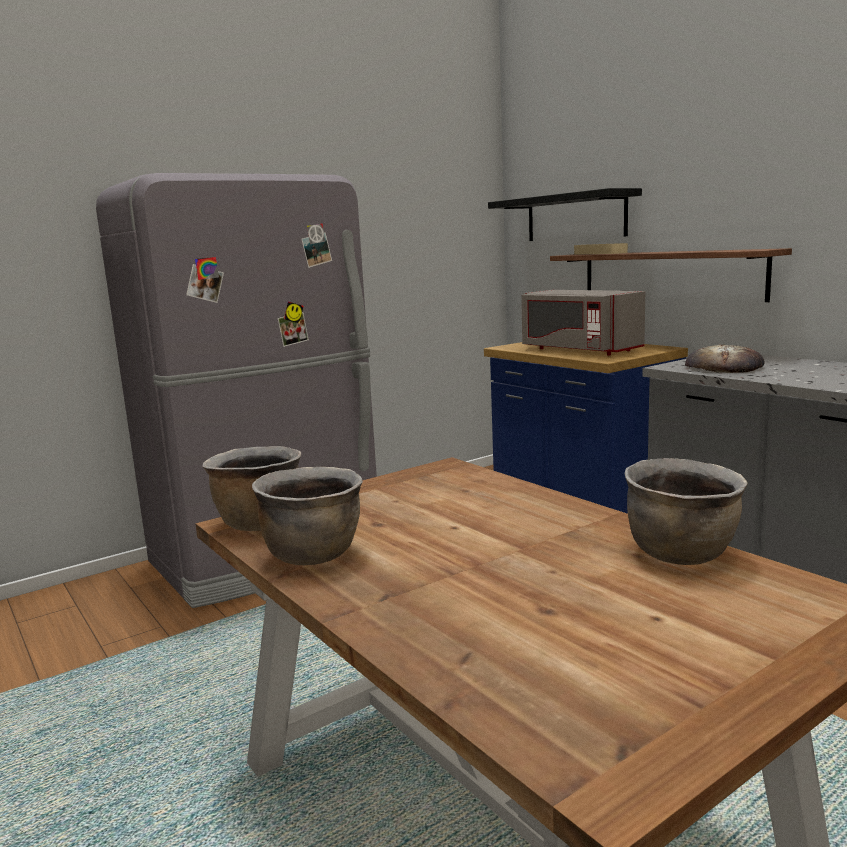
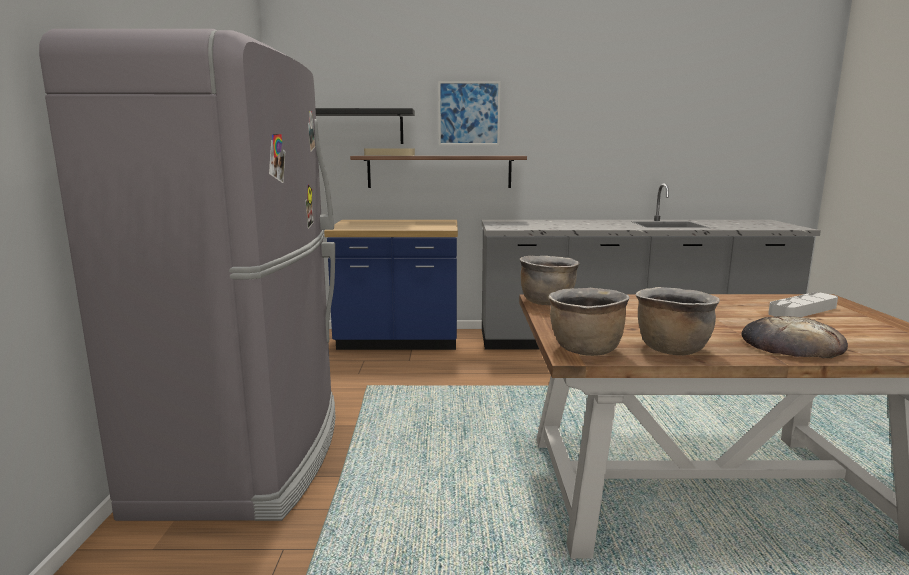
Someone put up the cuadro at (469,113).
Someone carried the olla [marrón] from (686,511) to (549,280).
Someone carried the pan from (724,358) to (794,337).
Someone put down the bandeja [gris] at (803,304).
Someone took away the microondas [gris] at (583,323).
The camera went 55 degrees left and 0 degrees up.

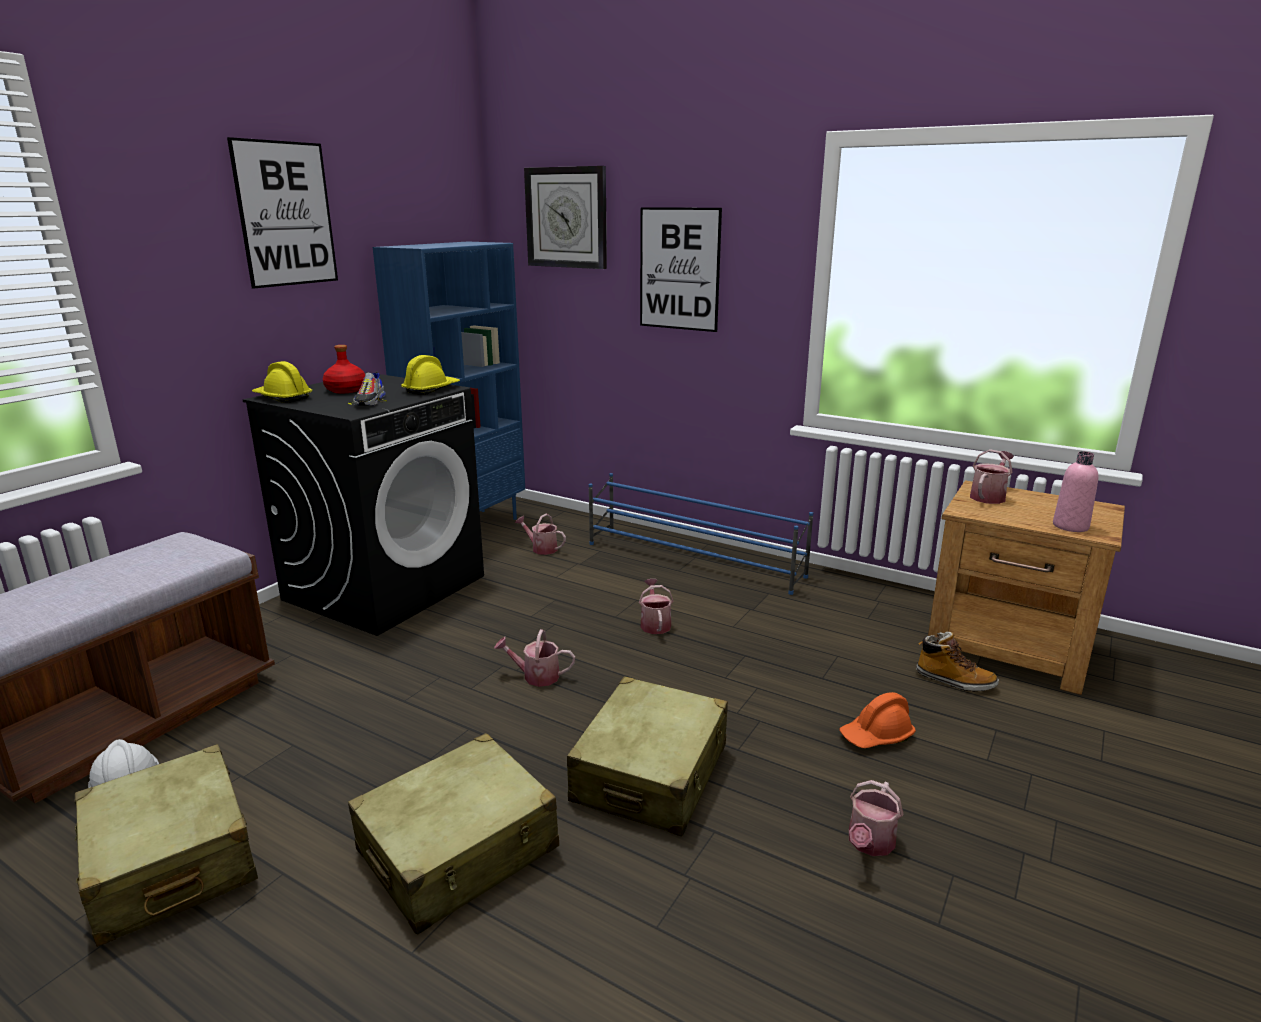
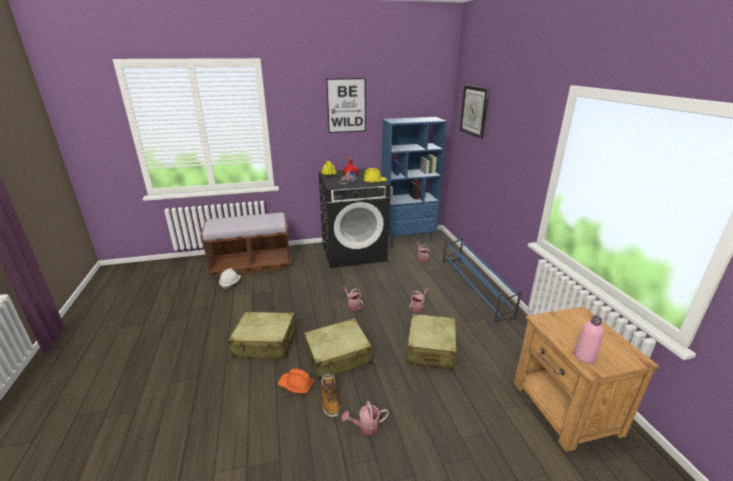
Someone carried the casco [naranja] from (878,720) to (296,382).
Someone carried the bota from (957,662) to (331,395).
Someone carried the maleta [beis] from (166,845) to (431,342).
Someone took away the cuadro at (681,269).
Someone took away the regadera at (992,476).
The camera went 45 degrees right and 5 degrees up.

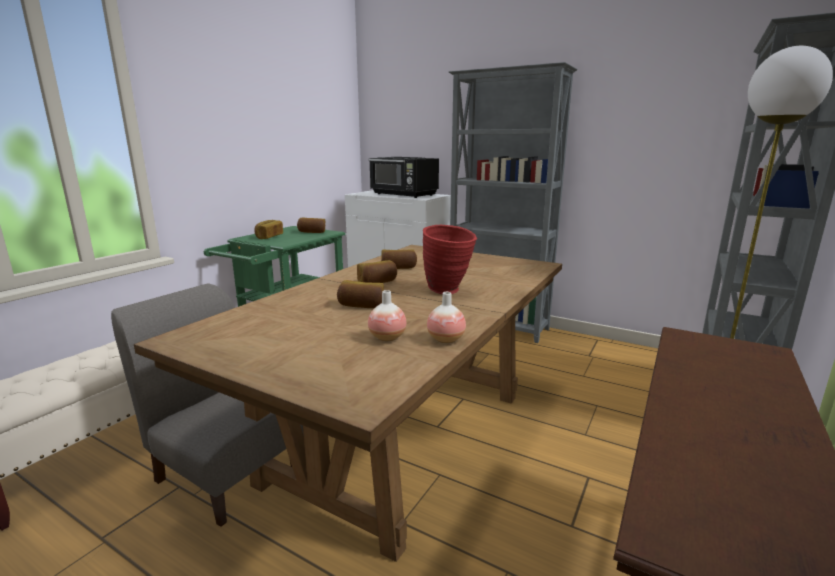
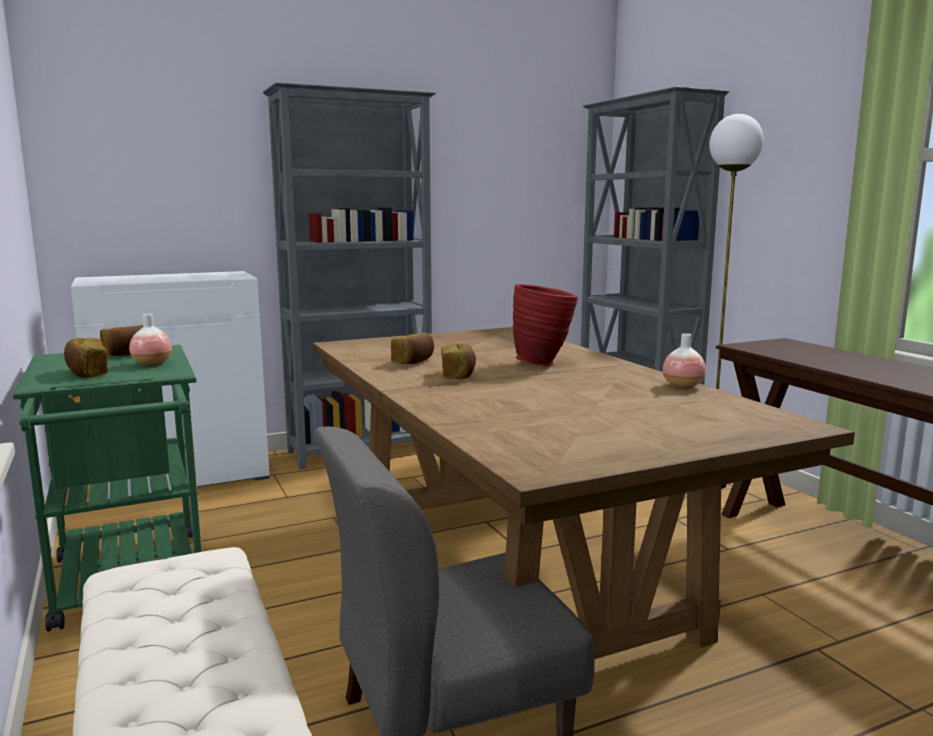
Someone carried the florero from (387,316) to (150,340).
Someone took away the pan at (360,294).
Someone took away the microondas [negro] at (404,177).
The camera went 55 degrees left and 5 degrees down.

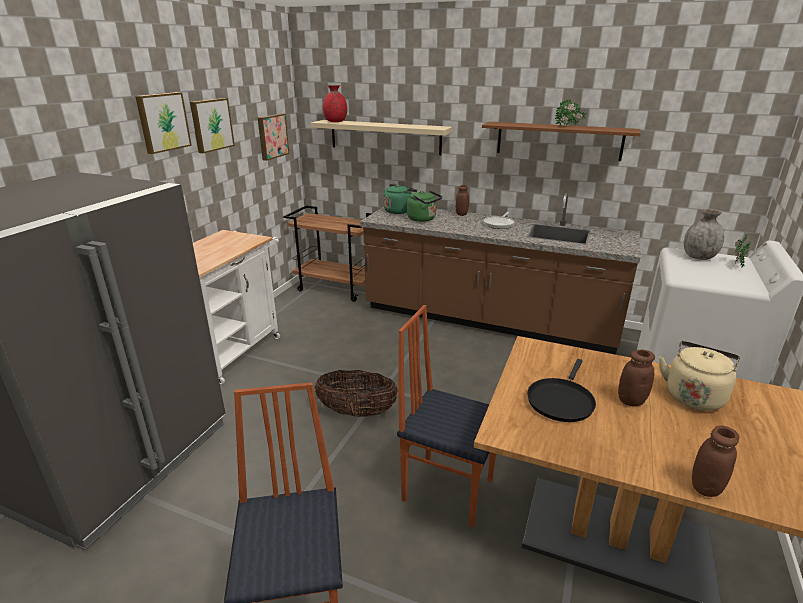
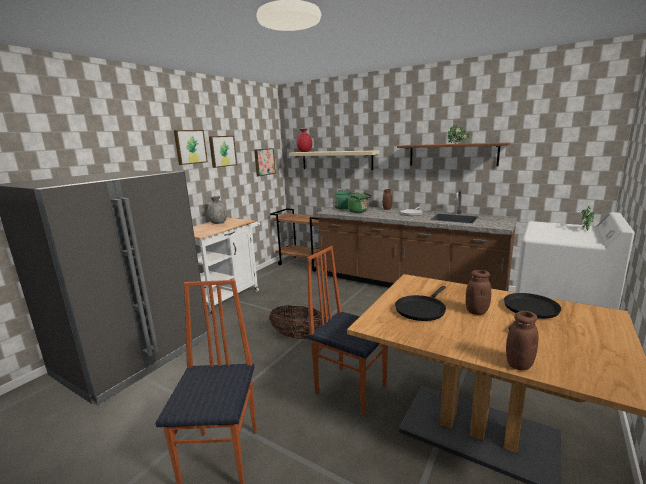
Someone carried the florero [gris] from (704,234) to (217,210).
Someone swapped the hervidor [beis] at (699,376) for the sartén [negro] at (532,311).
The camera went 10 degrees right and 10 degrees down.

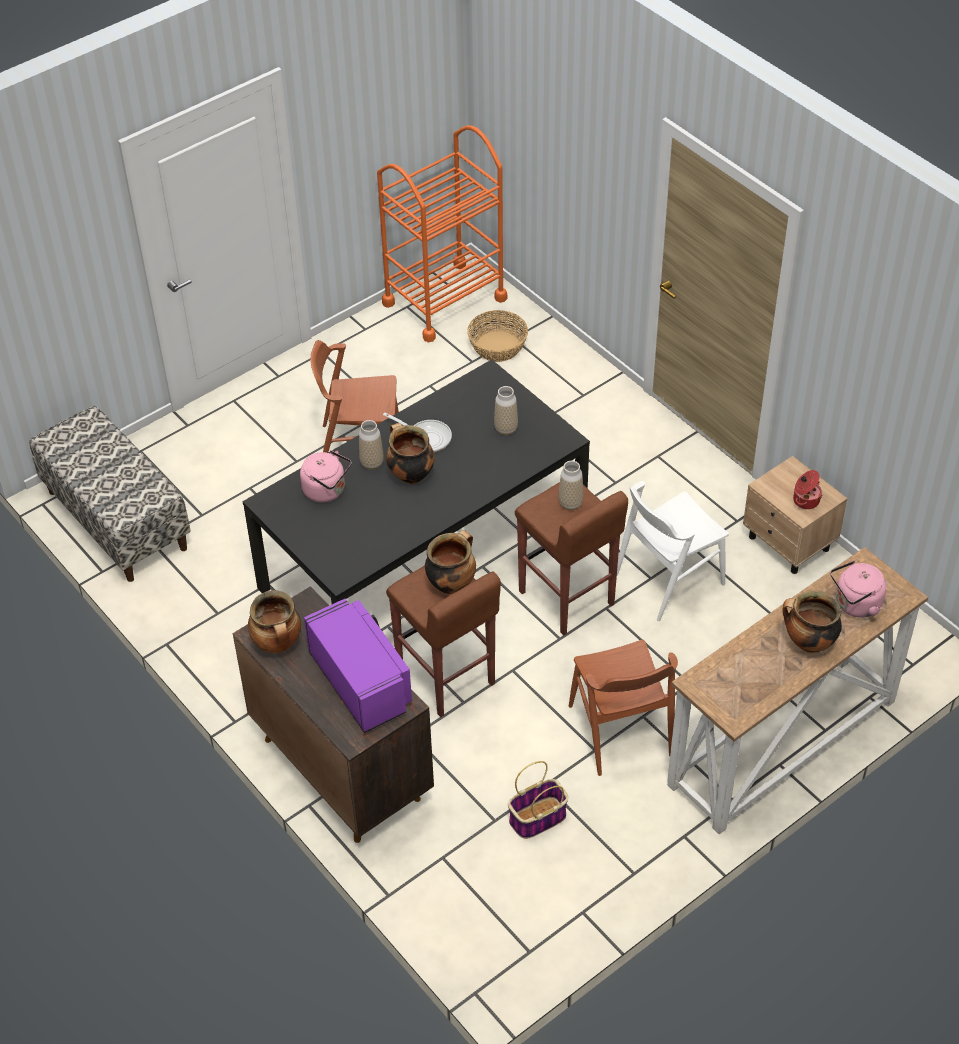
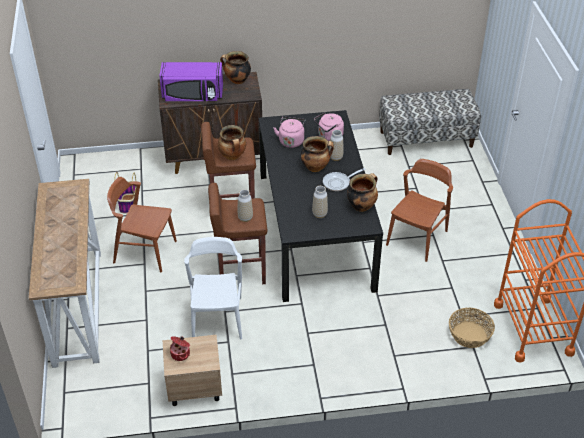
Someone carried the hervidor [rosa] from (858,589) to (290,132).
Someone carried the olla from (812,621) to (362,192).
The camera went 120 degrees right and 5 degrees down.

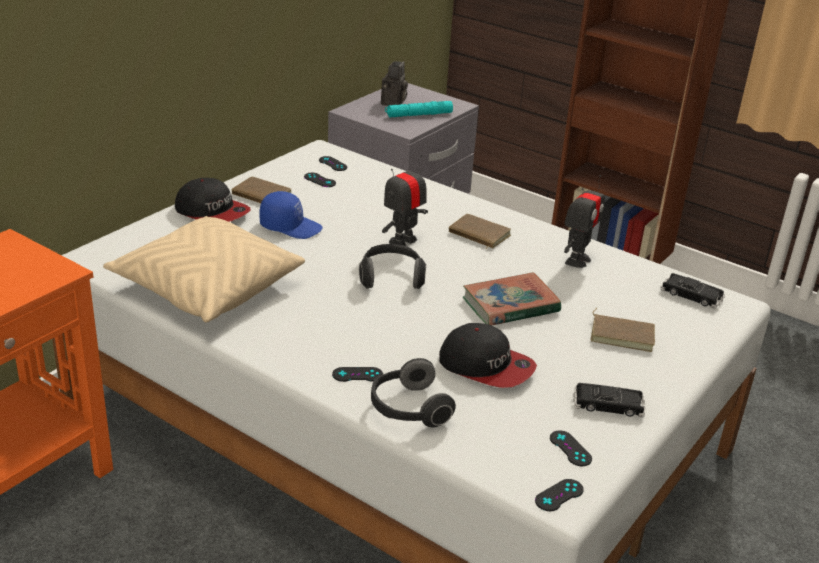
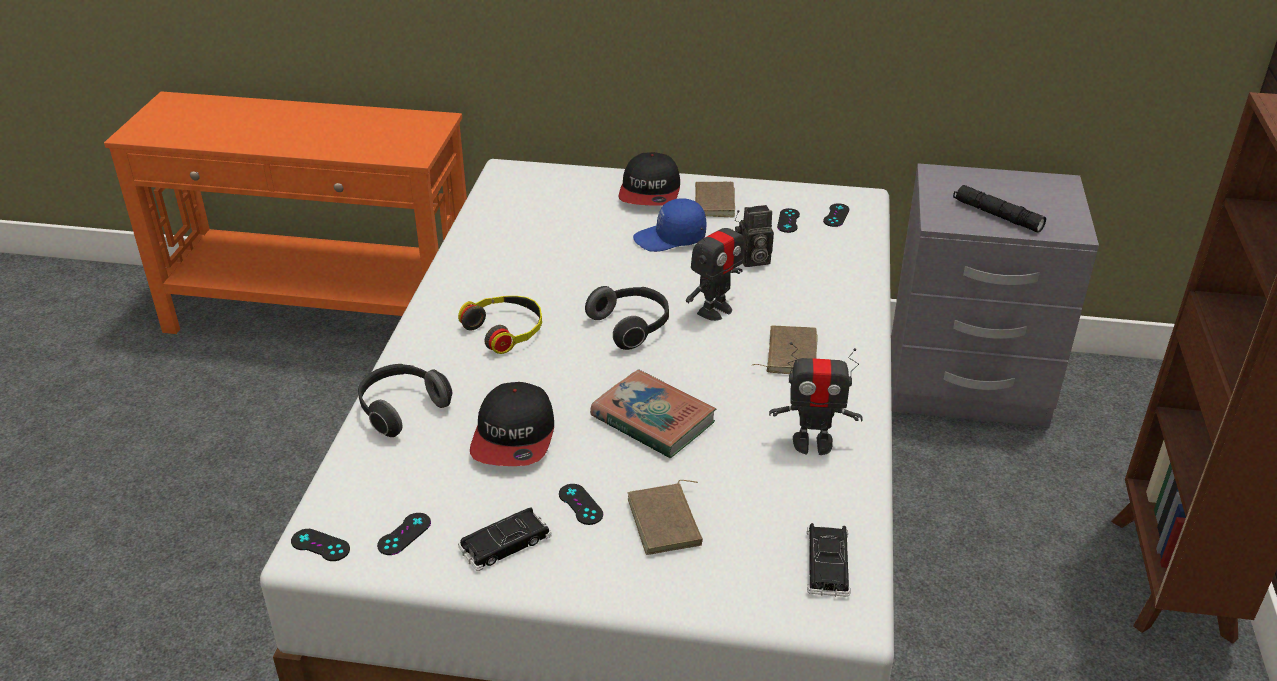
Someone put down the auriculares at (500,325).
Someone rotated the coche de juguete [negro] at (609,400) by 75 degrees clockwise.
Someone carried the mando de consola [negro] from (357,374) to (581,504).
Someone rotated the gorra [azul] at (291,215) by 90 degrees clockwise.
Someone rotated the robot de juguete at (405,200) by 120 degrees clockwise.
Someone carried the cámara from (394,83) to (754,236).
Someone repainted the linterna [turquesa] at (419,109), which became the linterna [negro] at (999,209).
Someone took away the cojín [beis] at (204,269).
The camera went 65 degrees right and 5 degrees up.

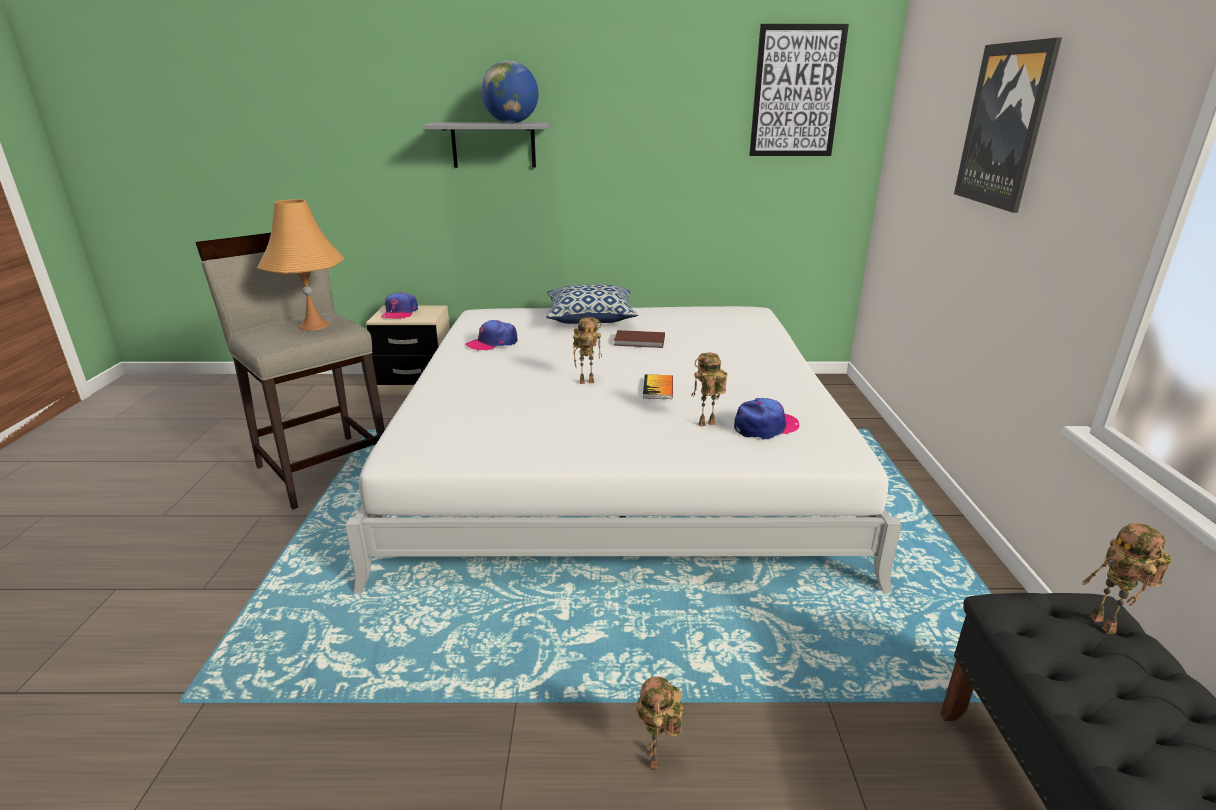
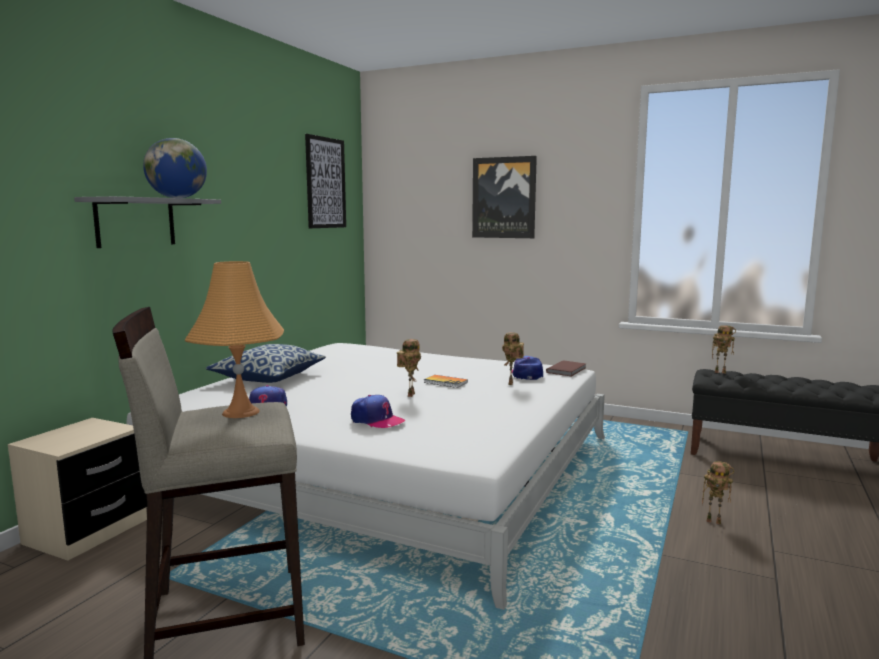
Someone carried the gorra from (399,305) to (378,411).
Someone carried the libro [marrón] from (639,339) to (566,368).
The camera went 65 degrees left and 15 degrees down.

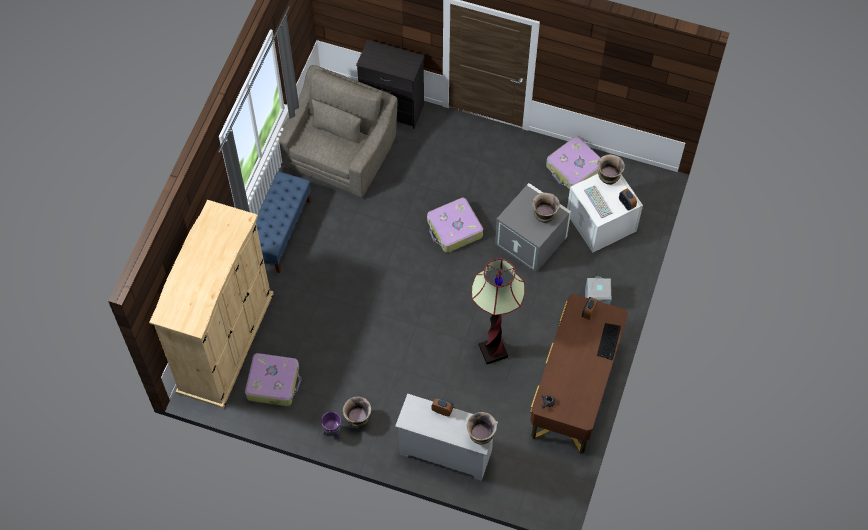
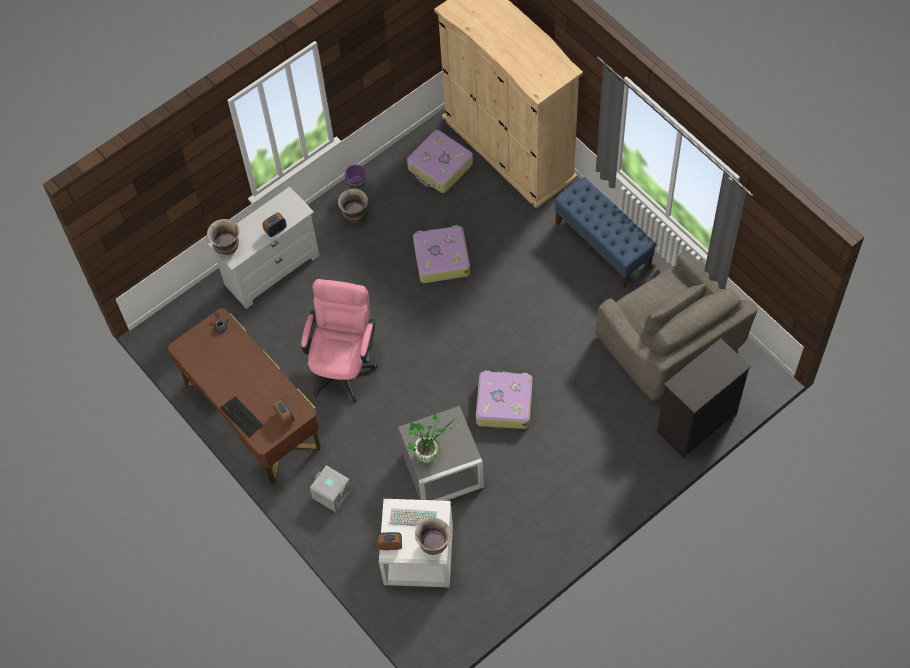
Someone swapped the lámpara de pie at (498,311) for the silla de oficina [rosa] at (339,341).
Someone swapped the florero at (546,208) for the planta en maceta at (432,440).
Someone carried the maleta from (573,162) to (441,254).
The camera went 125 degrees right and 0 degrees up.

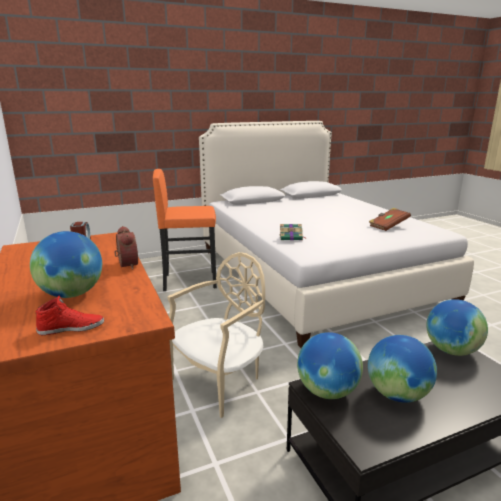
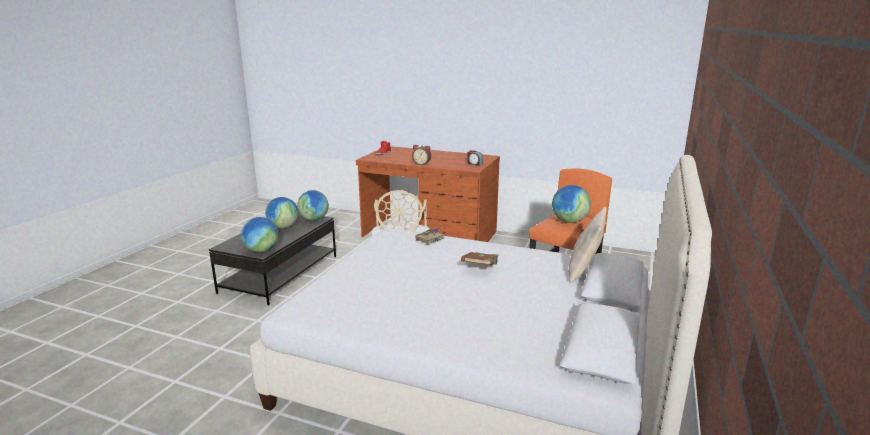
Someone carried the libro [marrón] from (390,219) to (480,259).
Someone carried the globo terráqueo from (66,264) to (571,204).
Someone put down the cojín [beis] at (588,244).
The camera went 135 degrees right and 0 degrees up.

